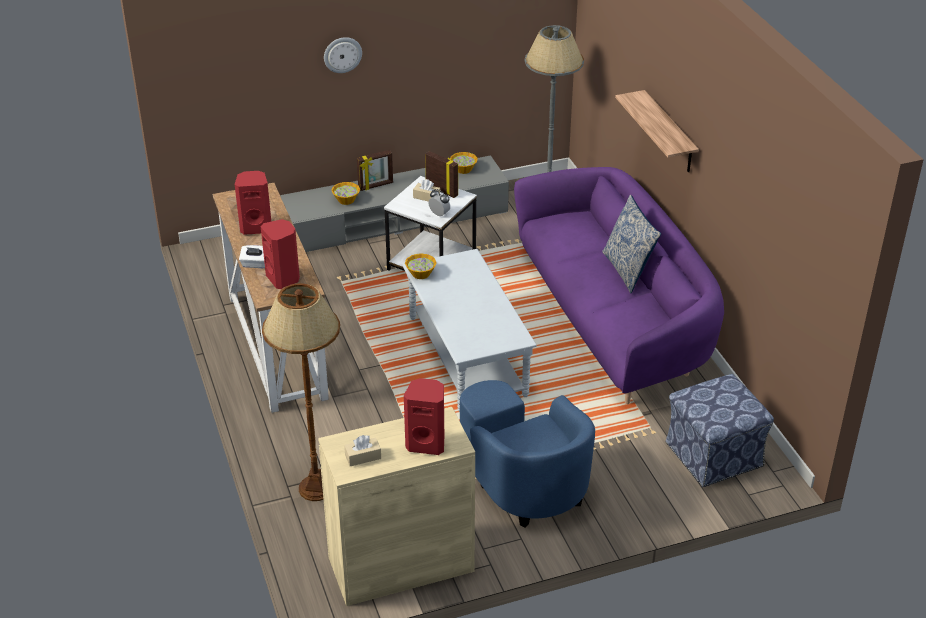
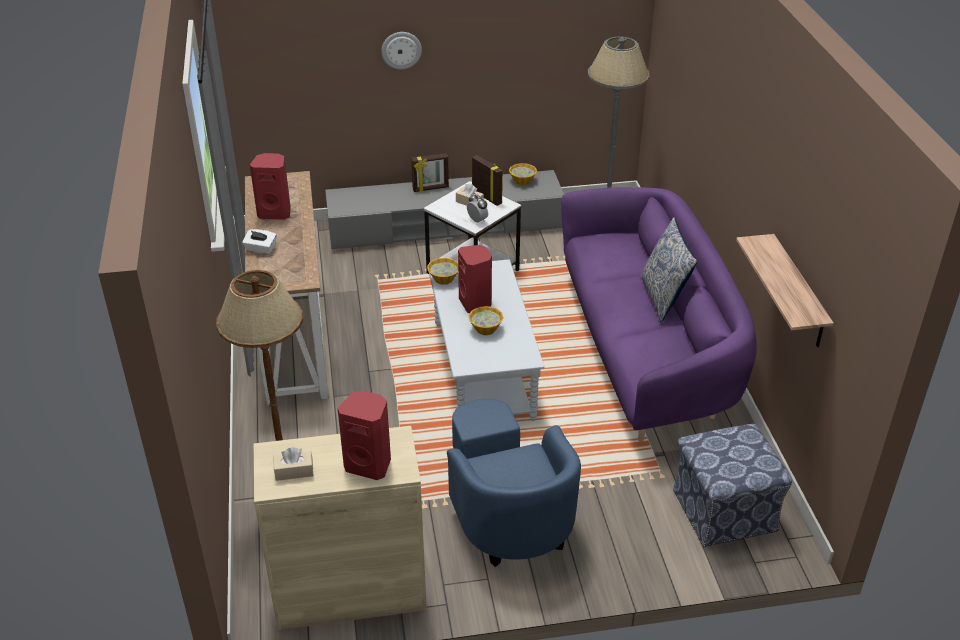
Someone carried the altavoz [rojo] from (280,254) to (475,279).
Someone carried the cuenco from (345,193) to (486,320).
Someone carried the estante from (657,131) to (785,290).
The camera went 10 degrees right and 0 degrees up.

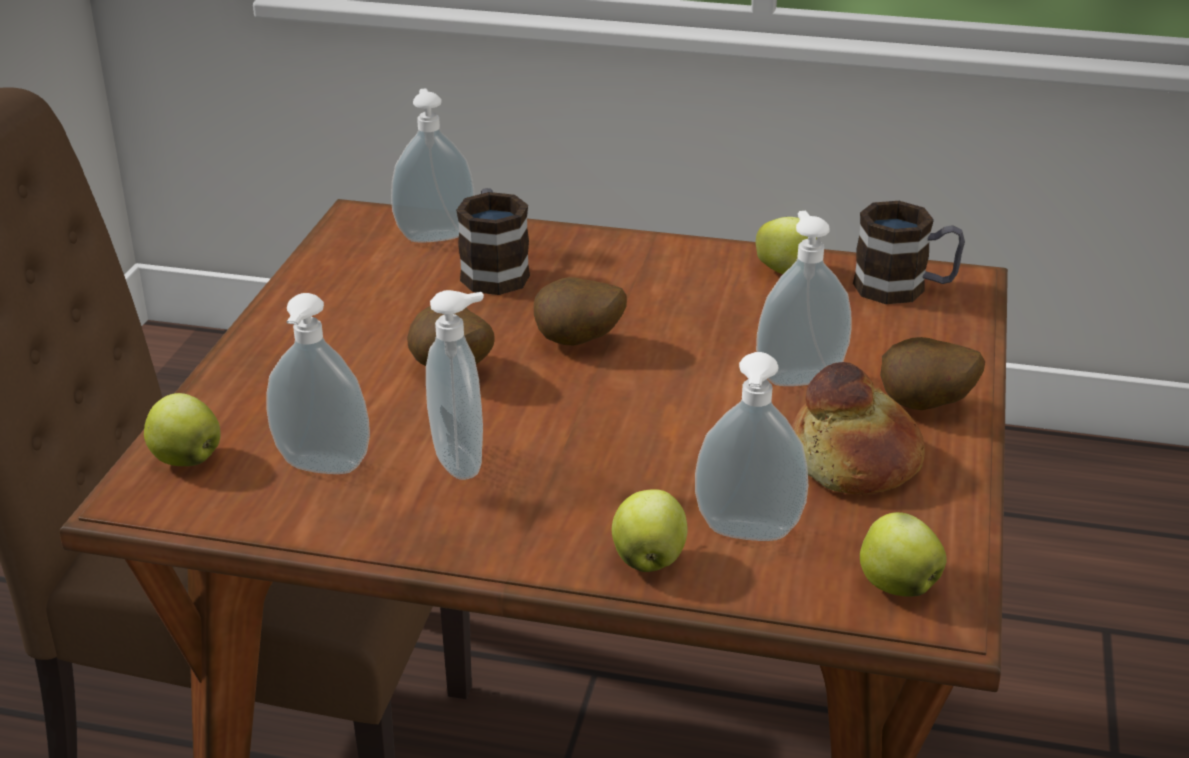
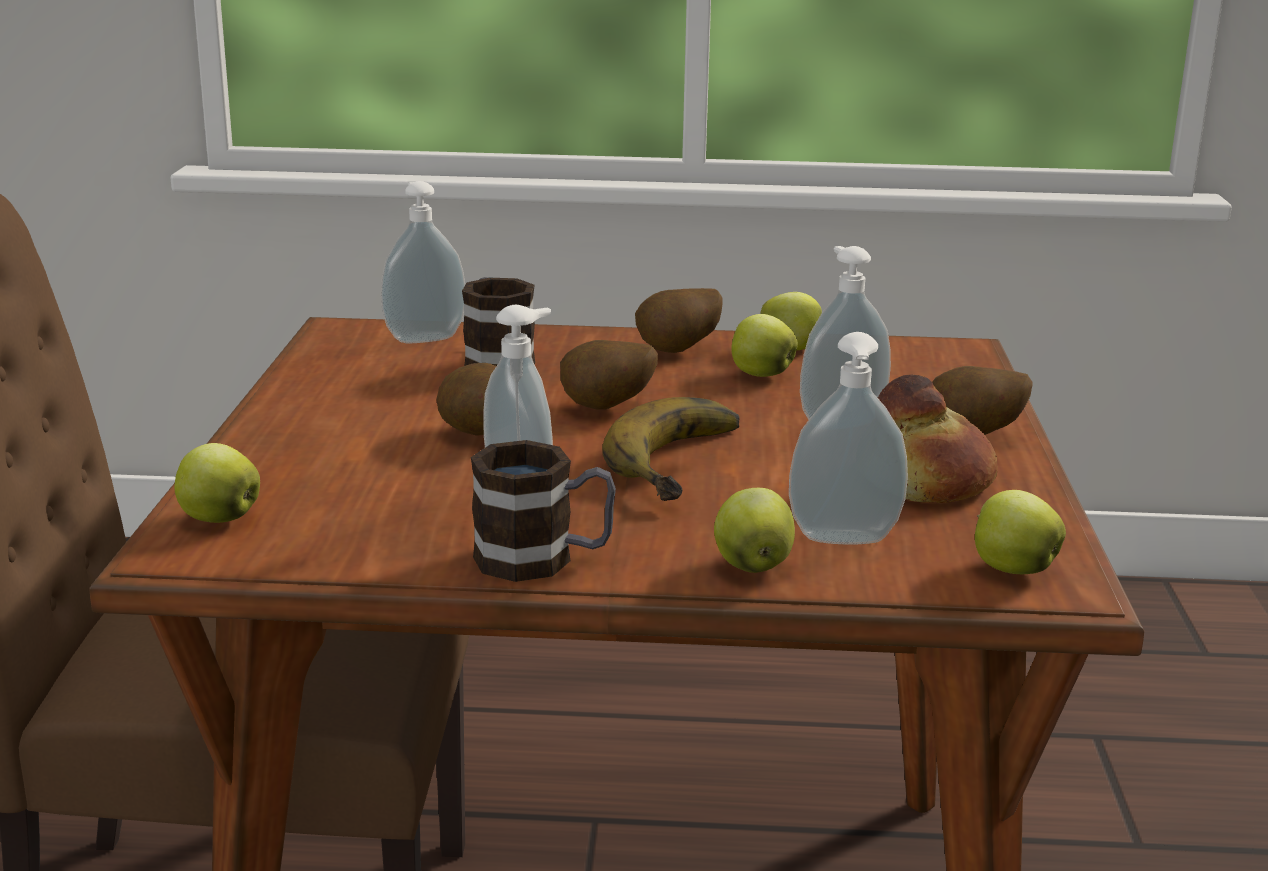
Someone carried the taza grande from (909,252) to (543,511).
Someone put down the plátano at (671,449).
Someone put down the patata at (679,320).
Someone put down the manzana at (764,345).
Someone took away the dispensador de jabón at (318,383).
The camera went 10 degrees left and 10 degrees down.

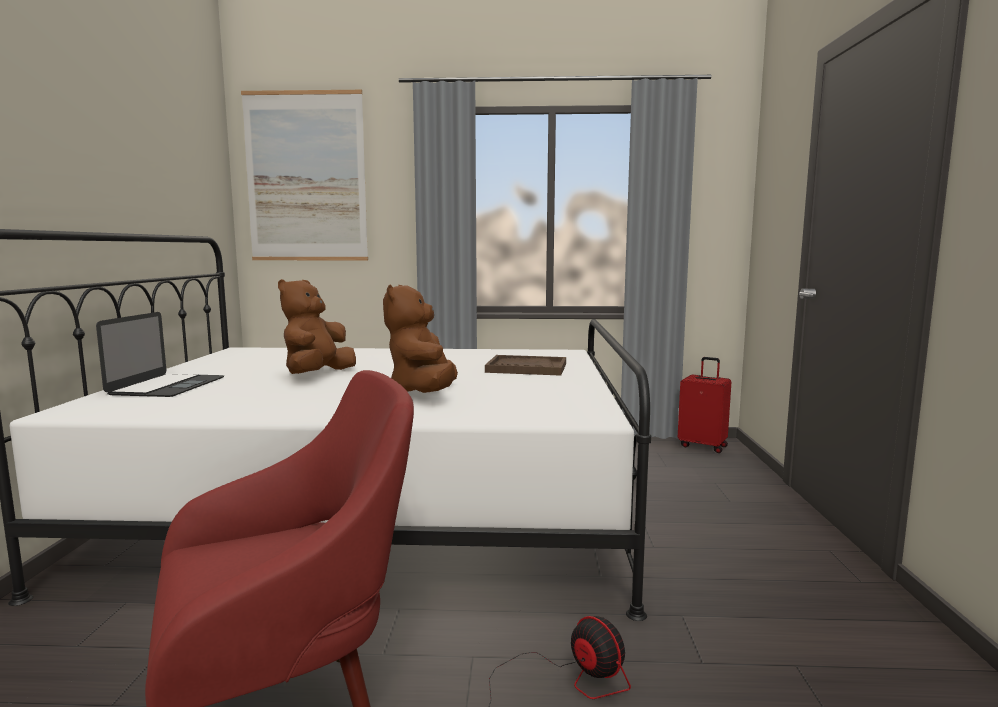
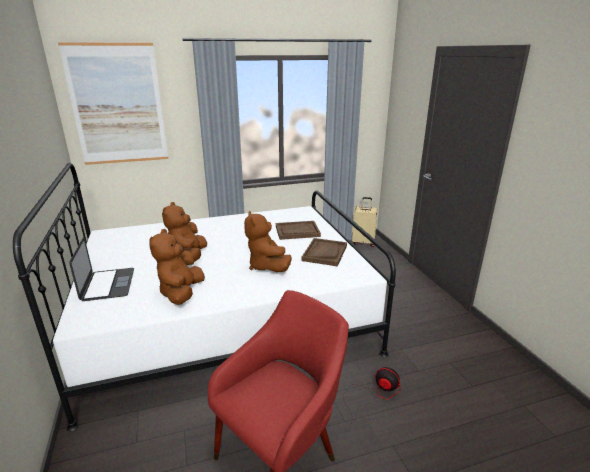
Someone put down the peluche [marrón] at (177,267).
Someone put down the bandeja [marrón] at (324,252).
Someone repainted the maleta [rojo] at (704,405), which became the maleta [beis] at (365,222).
The camera went 20 degrees left and 15 degrees up.

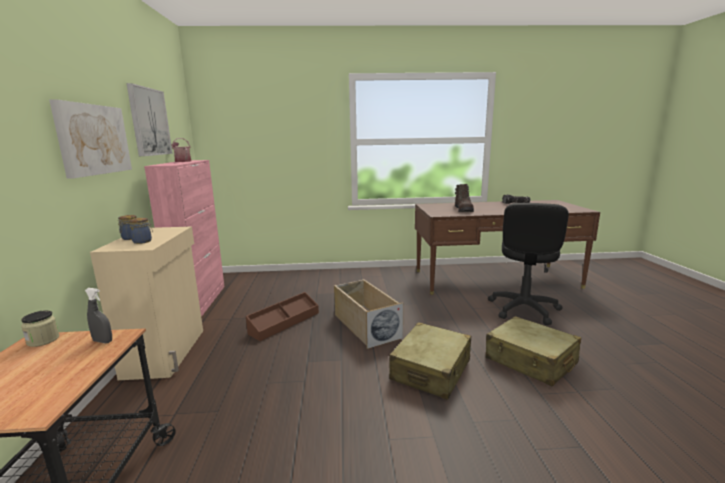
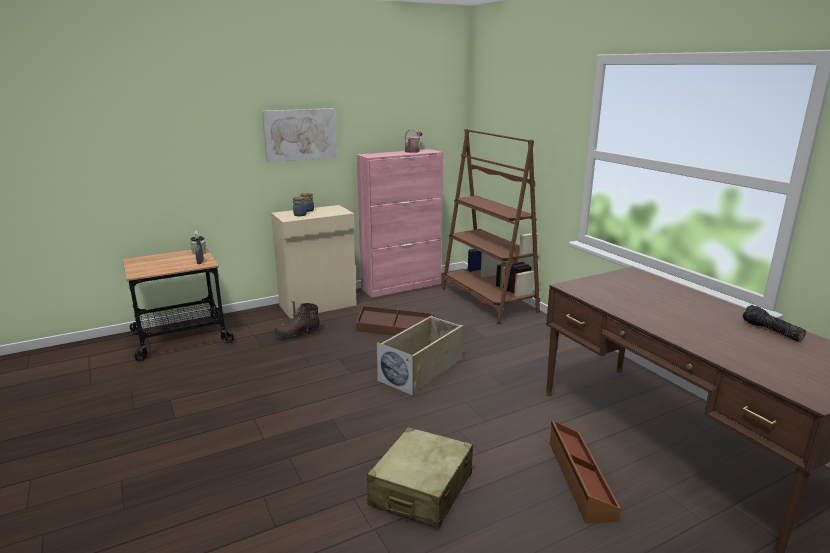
Someone carried the bota [marrón] from (464,198) to (297,321).
Someone put down the estantería [marrón] at (491,226).
Someone swapped the silla de oficina [negro] at (528,264) for the caja de almacenaje [marrón] at (585,472).
Someone took away the cuadro at (149,119).
Someone took away the maleta [beis] at (430,361).
The camera went 65 degrees right and 5 degrees up.

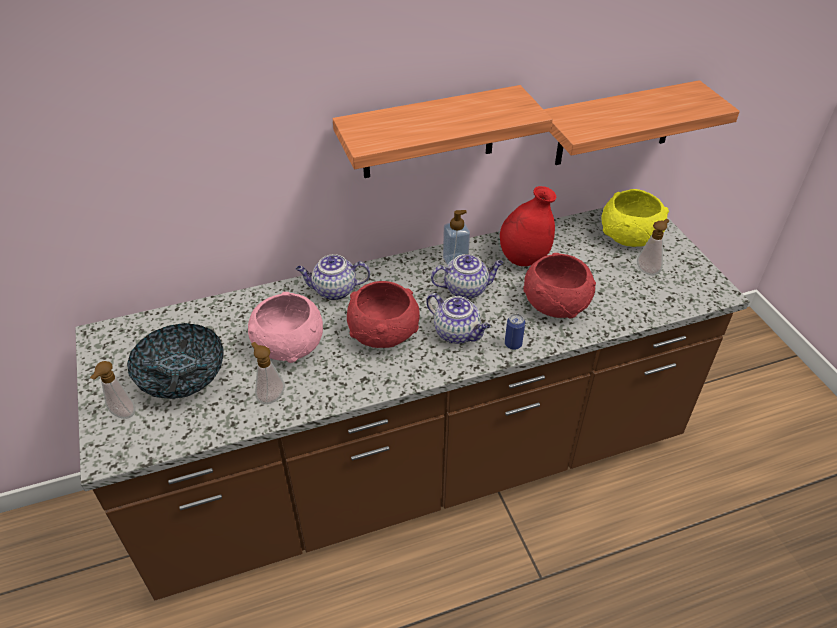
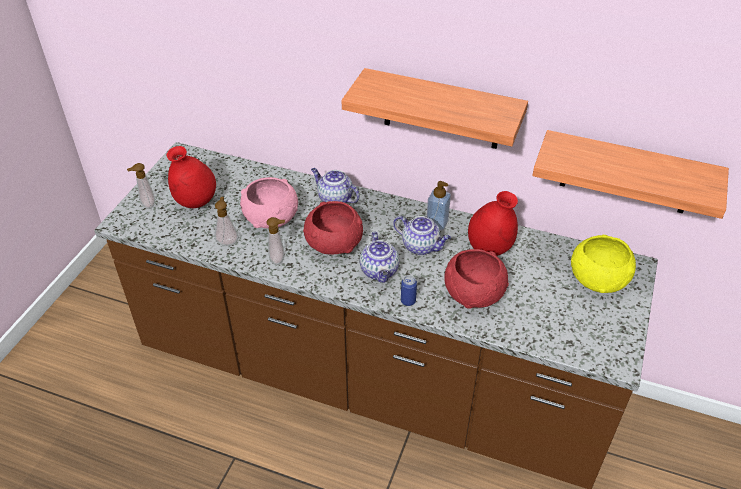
Someone swapped the cuenco at (175,361) for the florero [rojo] at (191,177).
Someone carried the dispensador de jabón from (653,247) to (276,241).
The camera went 40 degrees right and 0 degrees up.

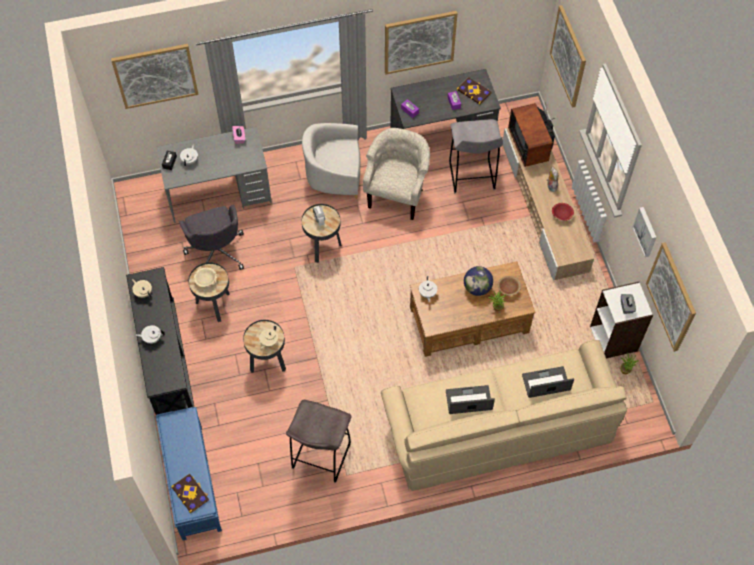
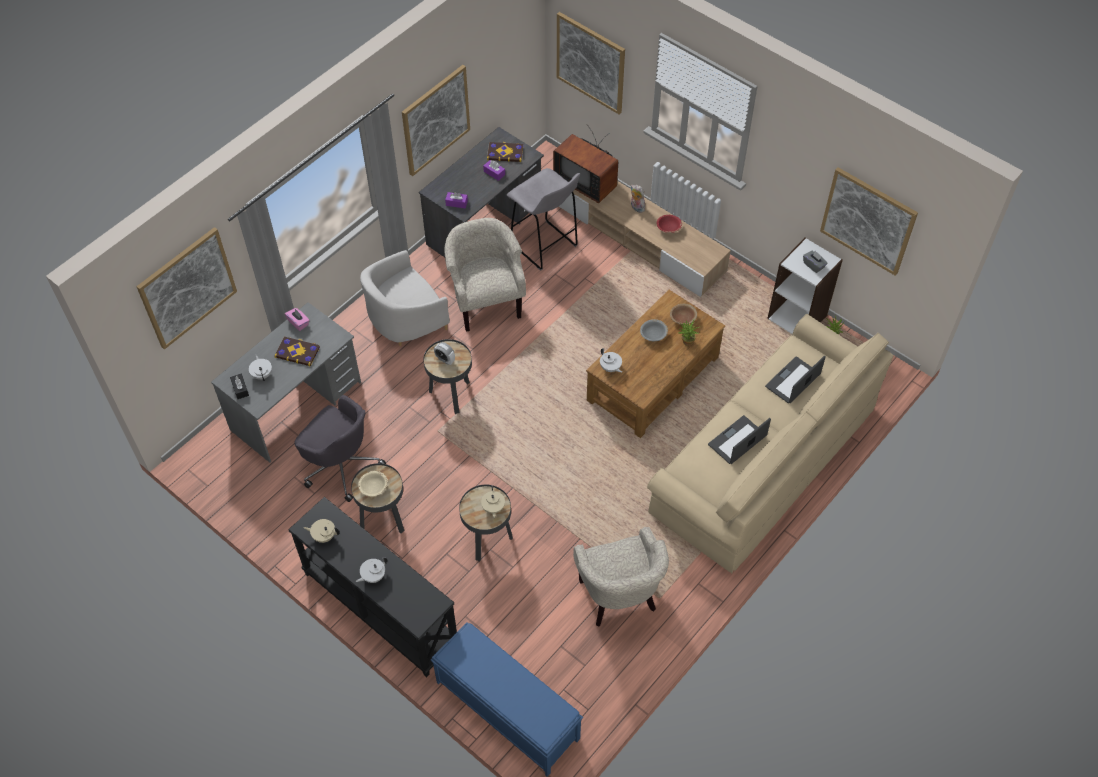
Someone carried the libro from (190,493) to (297,351).
Someone swapped the taburete [gris] at (319,441) for the sillón [beis] at (621,577).
Someone swapped the globo terráqueo at (478,281) for the cuenco [gris] at (654,330).
Someone took away the cuadro at (644,232).
The camera went 35 degrees left and 5 degrees down.

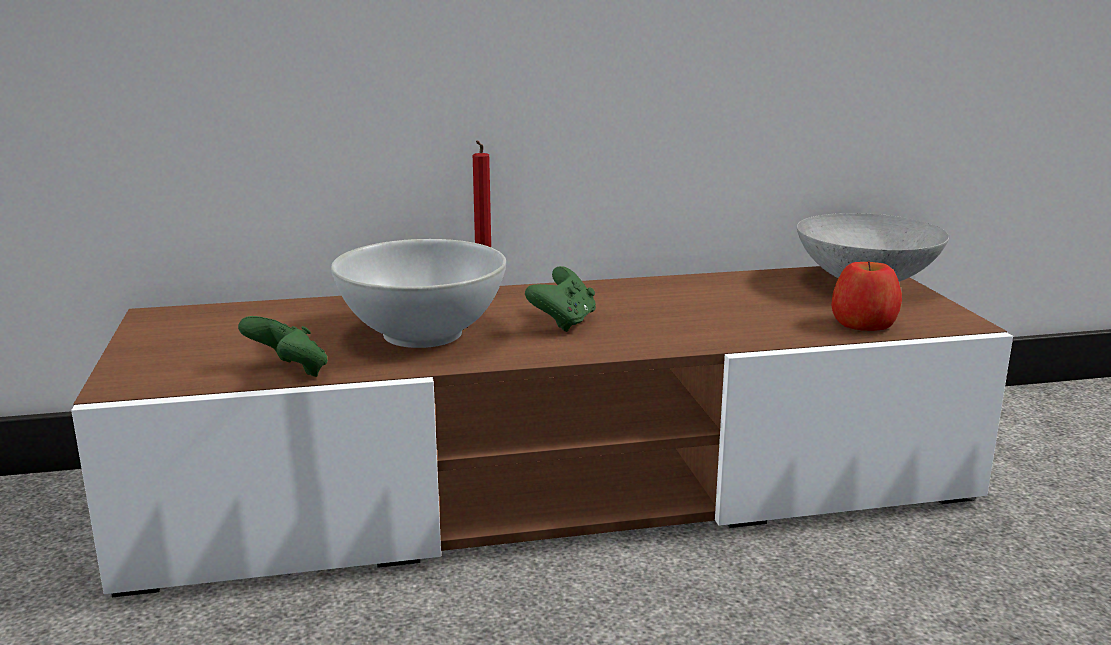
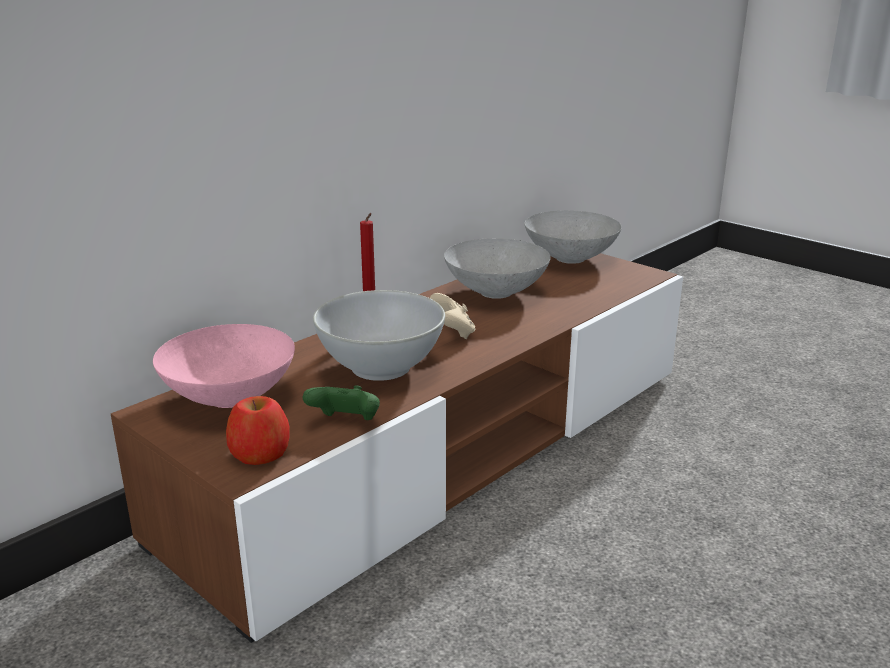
Someone put down the cuenco [rosa] at (224,366).
Someone carried the manzana from (866,296) to (257,430).
Someone repainted the mando de consola [verde] at (560,299), which became the mando de consola [beis] at (452,316).
Someone put down the cuenco [gris] at (497,268).
The camera went 35 degrees left and 5 degrees up.

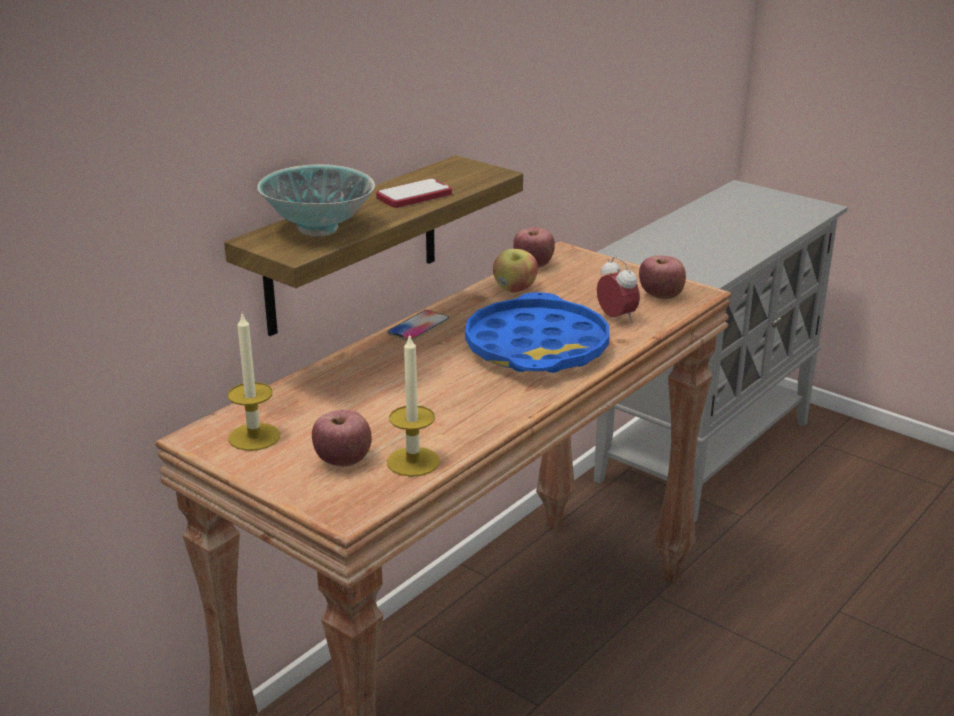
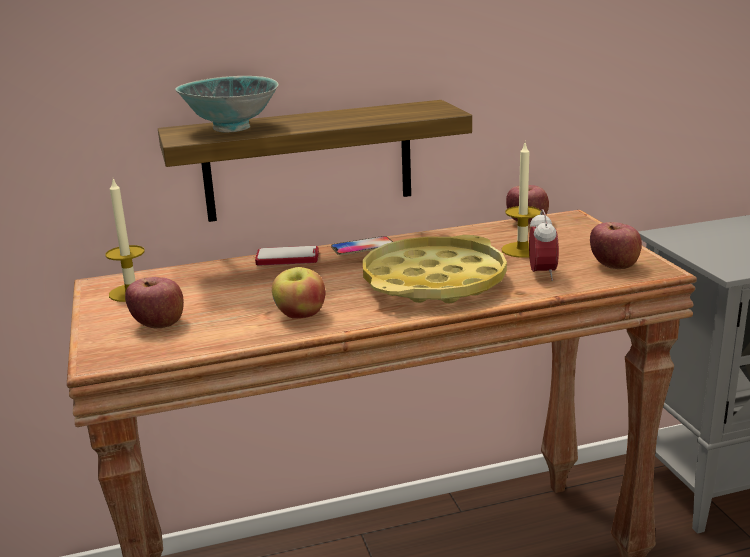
Someone carried the móvil from (414,193) to (287,255).
Someone carried the manzana from (515,271) to (298,293).
Someone repainted the bandeja [azul] at (537,332), which became the bandeja [amarillo] at (435,269).
Someone carried the vela from (413,405) to (521,200).
The camera went 35 degrees right and 5 degrees down.

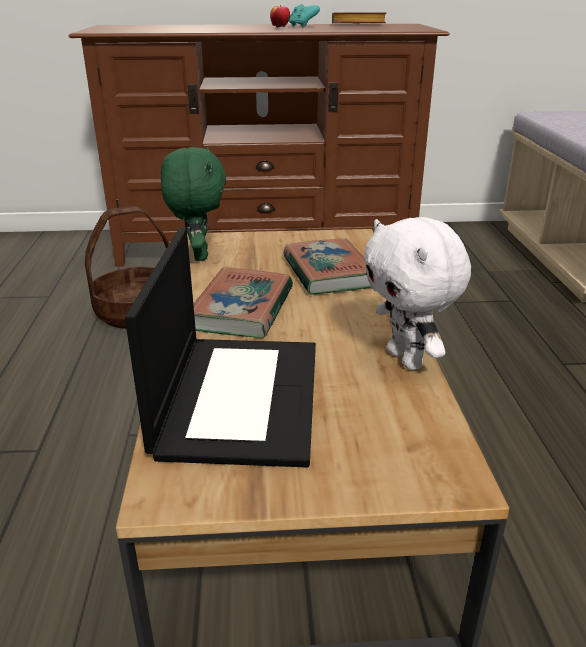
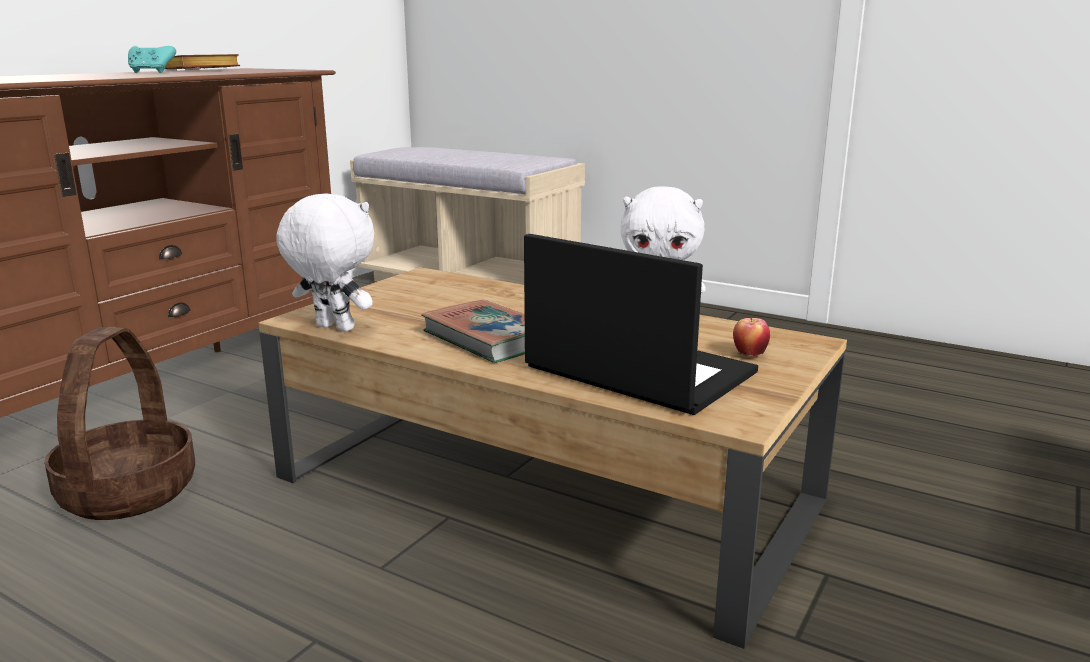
Someone repainted the peluche [verde] at (193,204), which became the peluche [blanco] at (325,262).
Someone carried the manzana from (280,16) to (751,337).
Someone took away the libro at (328,266).
The camera went 55 degrees left and 10 degrees down.

